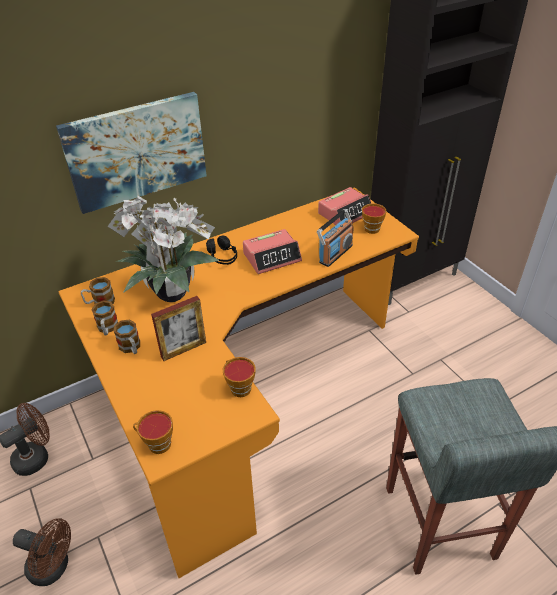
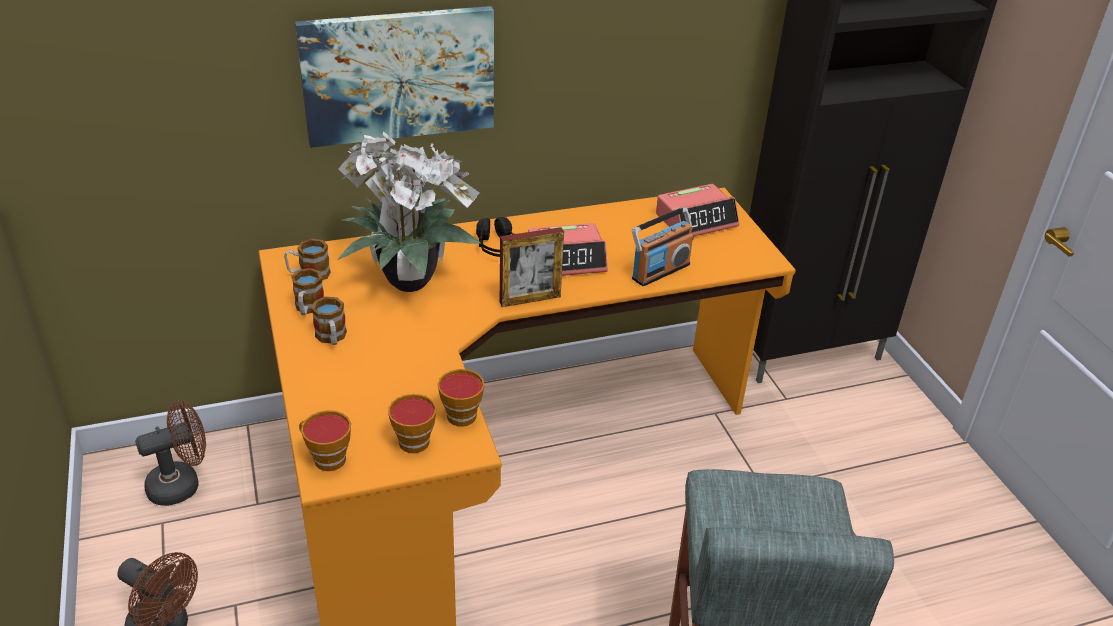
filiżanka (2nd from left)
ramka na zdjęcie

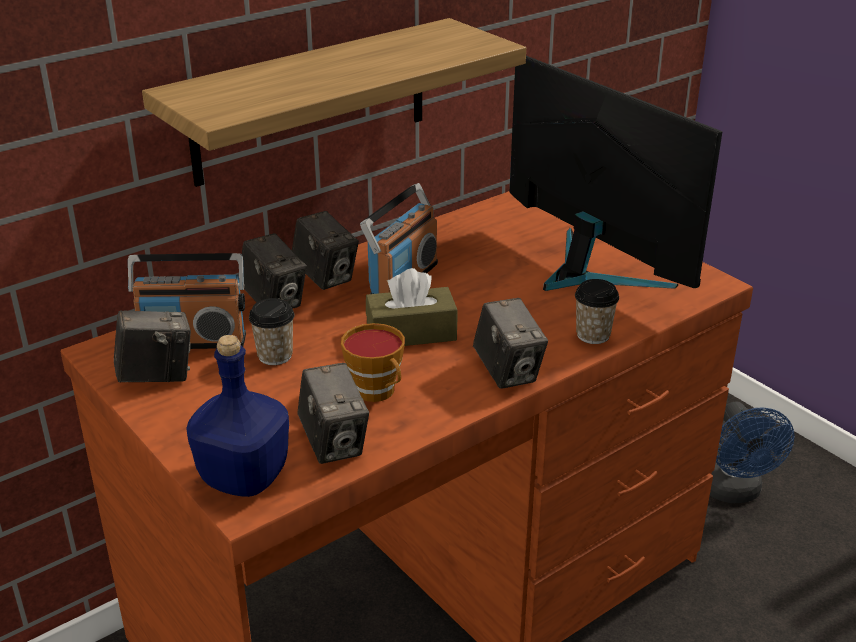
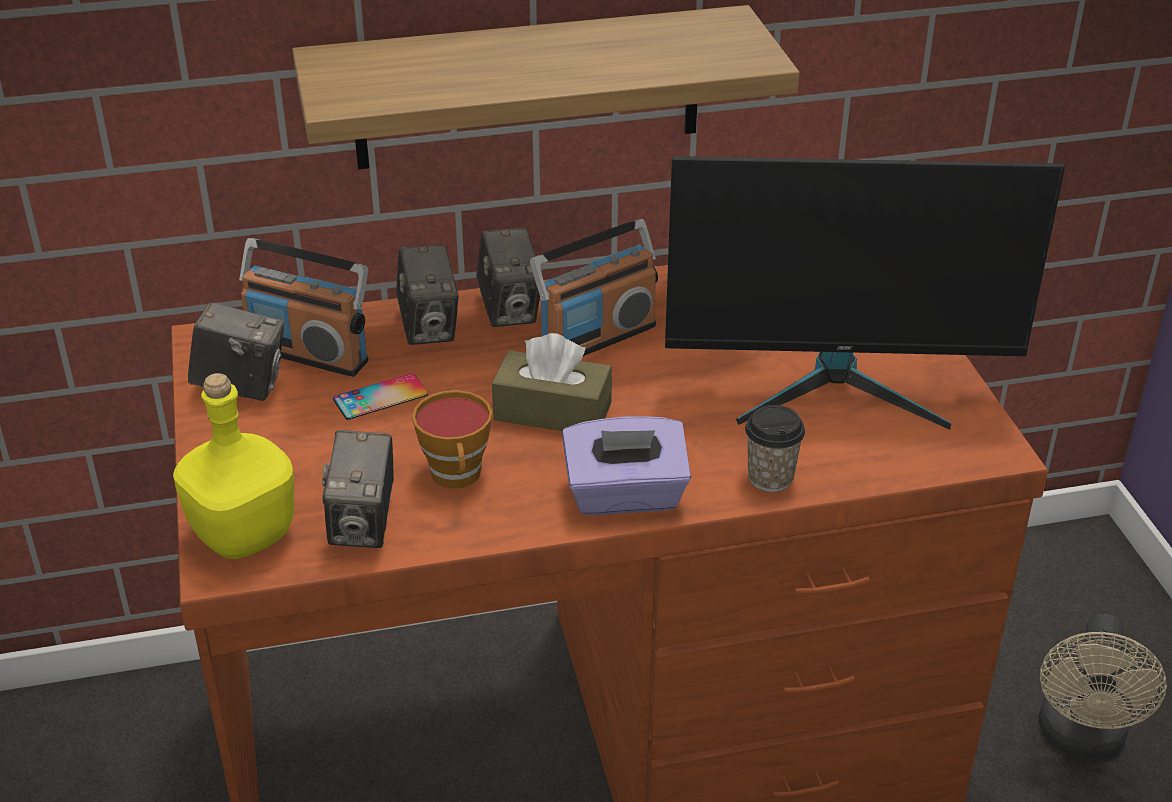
butelka/żółty
telefon
pudełko chusteczek/fioletowy
monitor
wentylator/beżowy

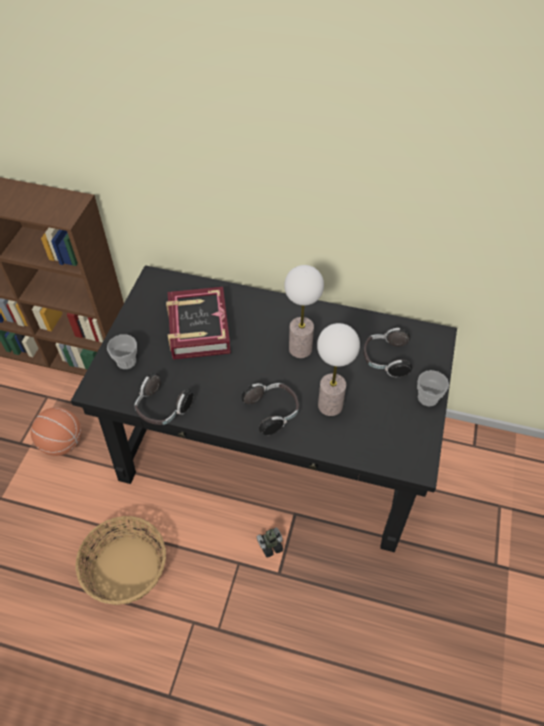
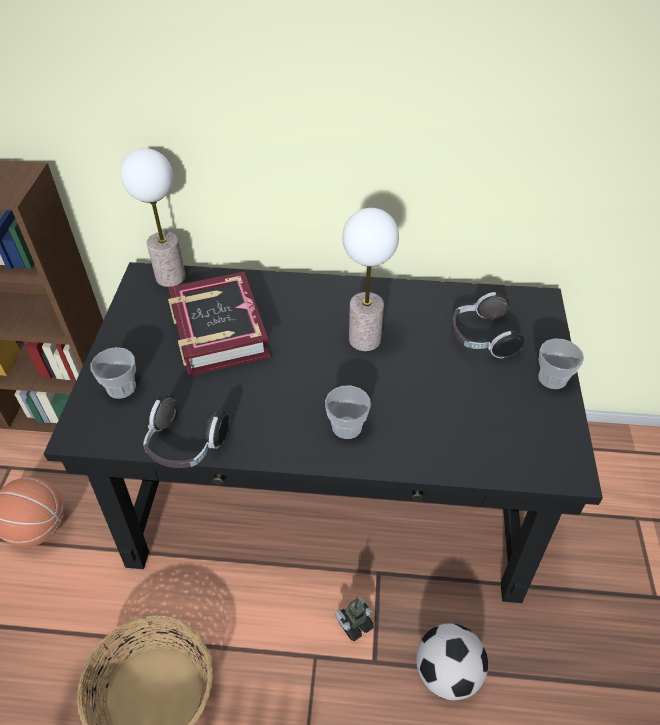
lampa stołowa (1st from left)
filiżanka (2nd from left)
piłka futbolowa

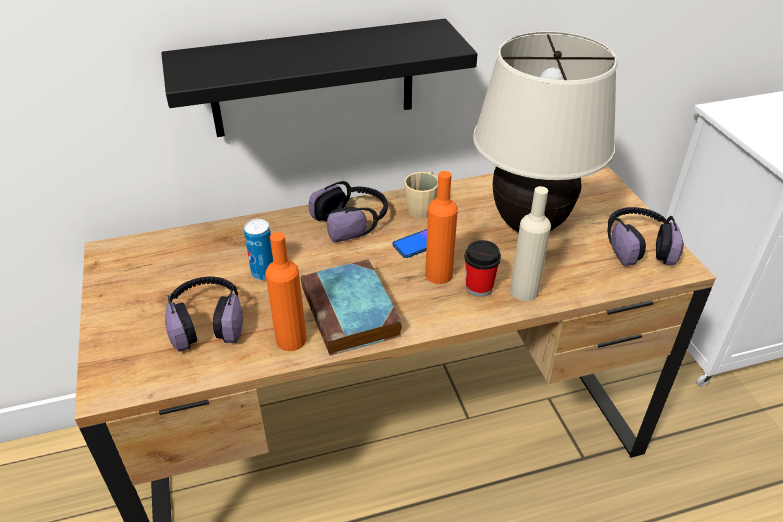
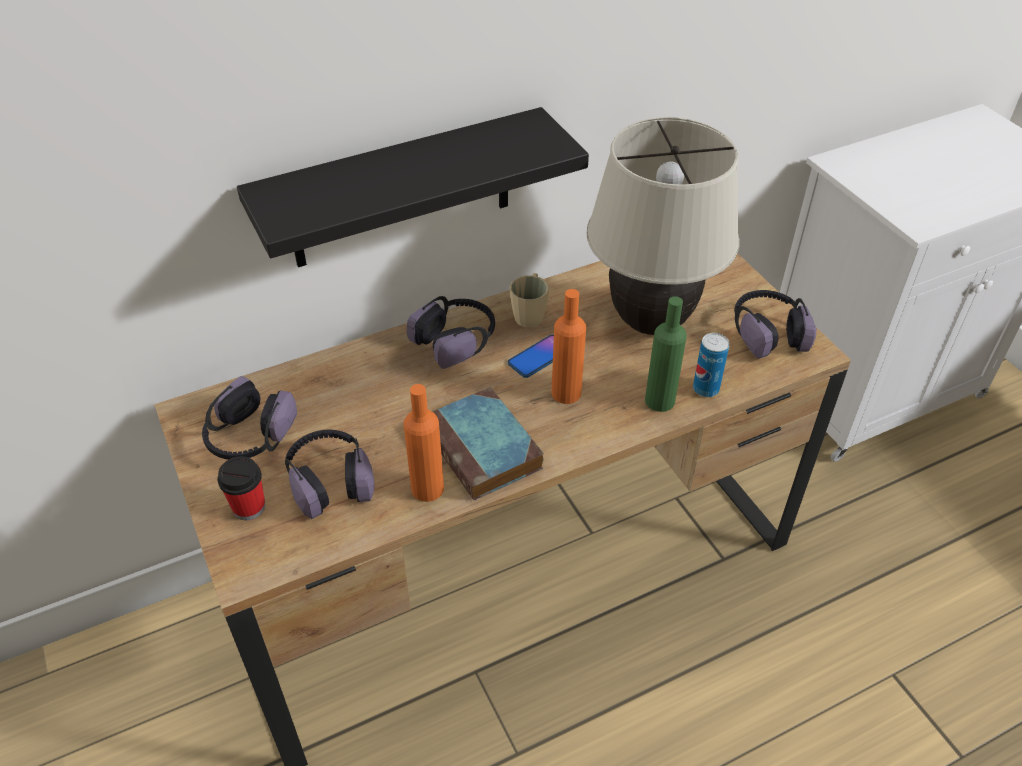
słuchawki (1st from left)
filiżanka
butelka/zielony
puszka

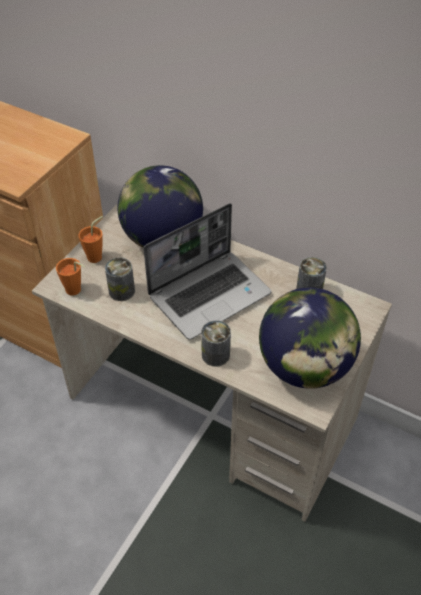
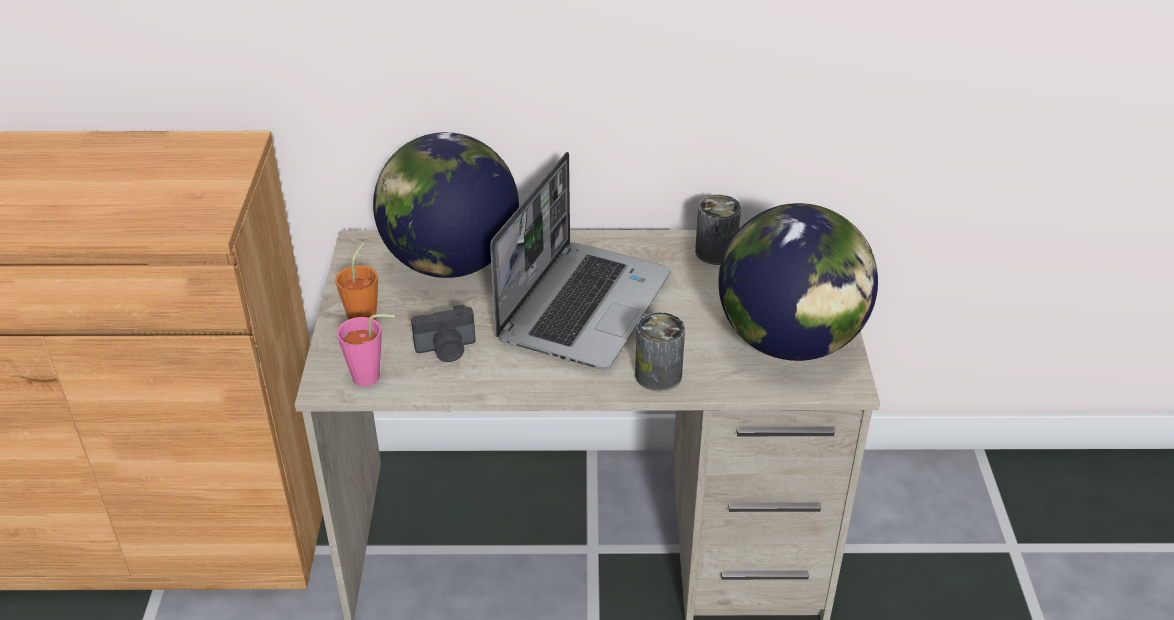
filiżanka/różowy
aparat fotograficzny

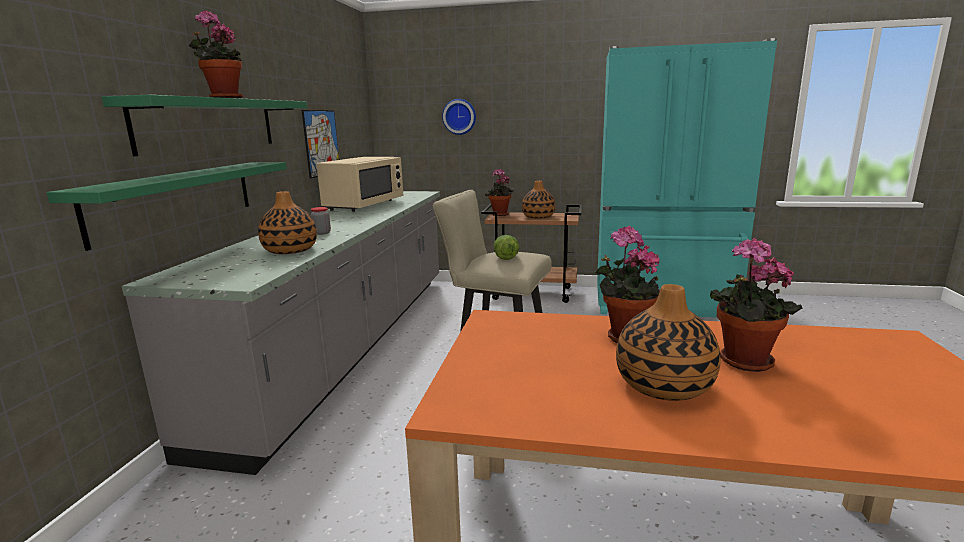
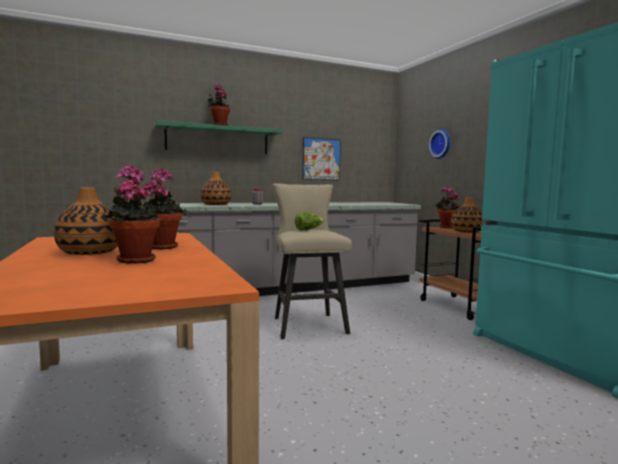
półka/zielony (1st from left in the first image)
mikrofalówka/beżowy

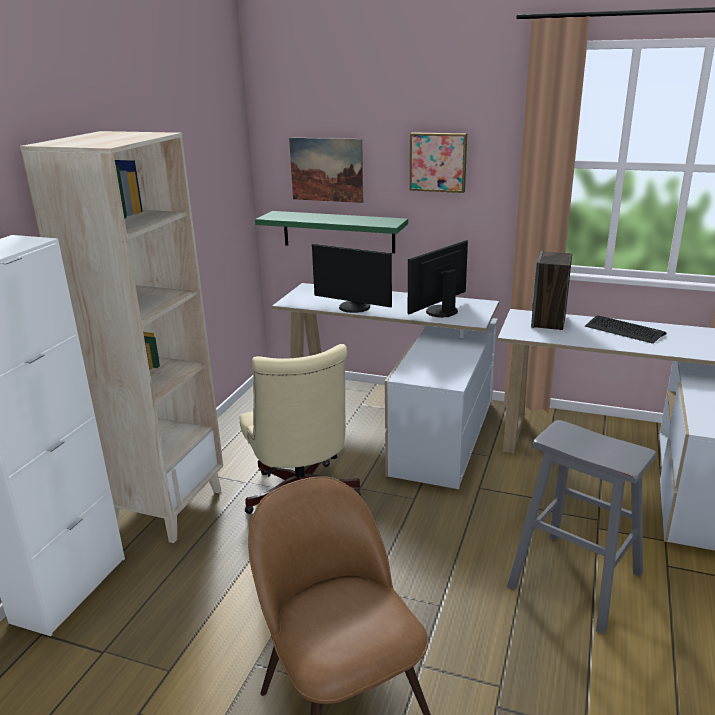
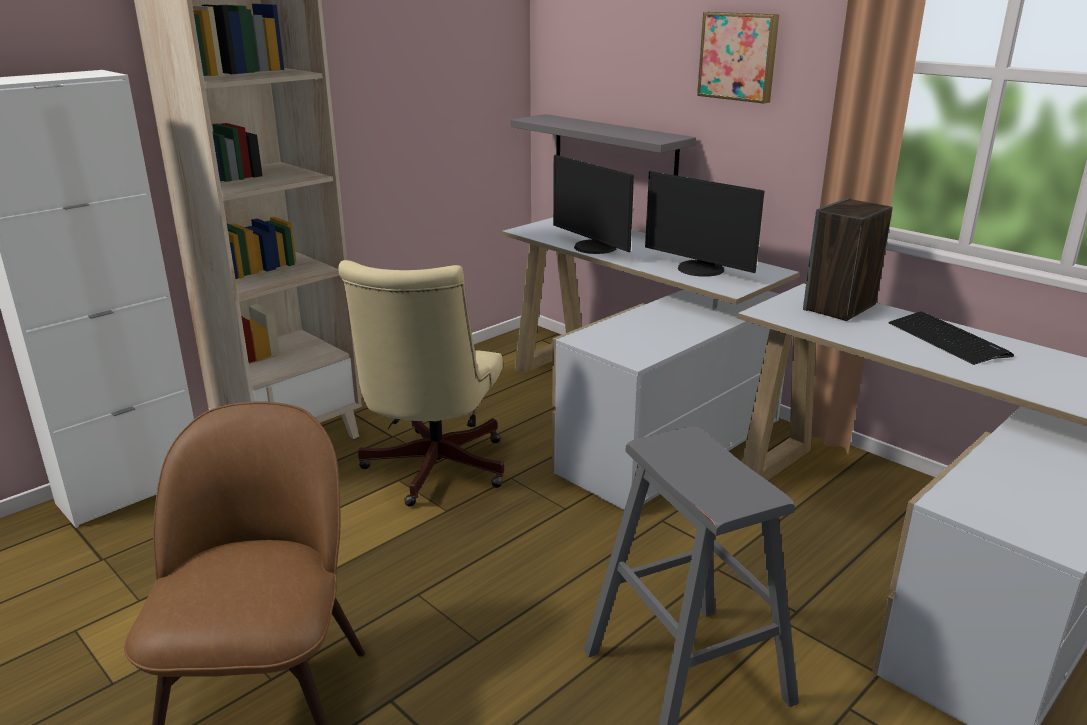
półka/szary
monitor (2nd from left)
obraz (1st from left in the first image)

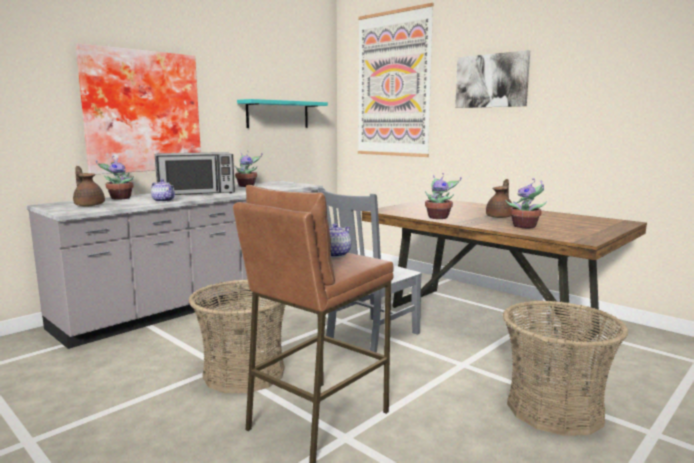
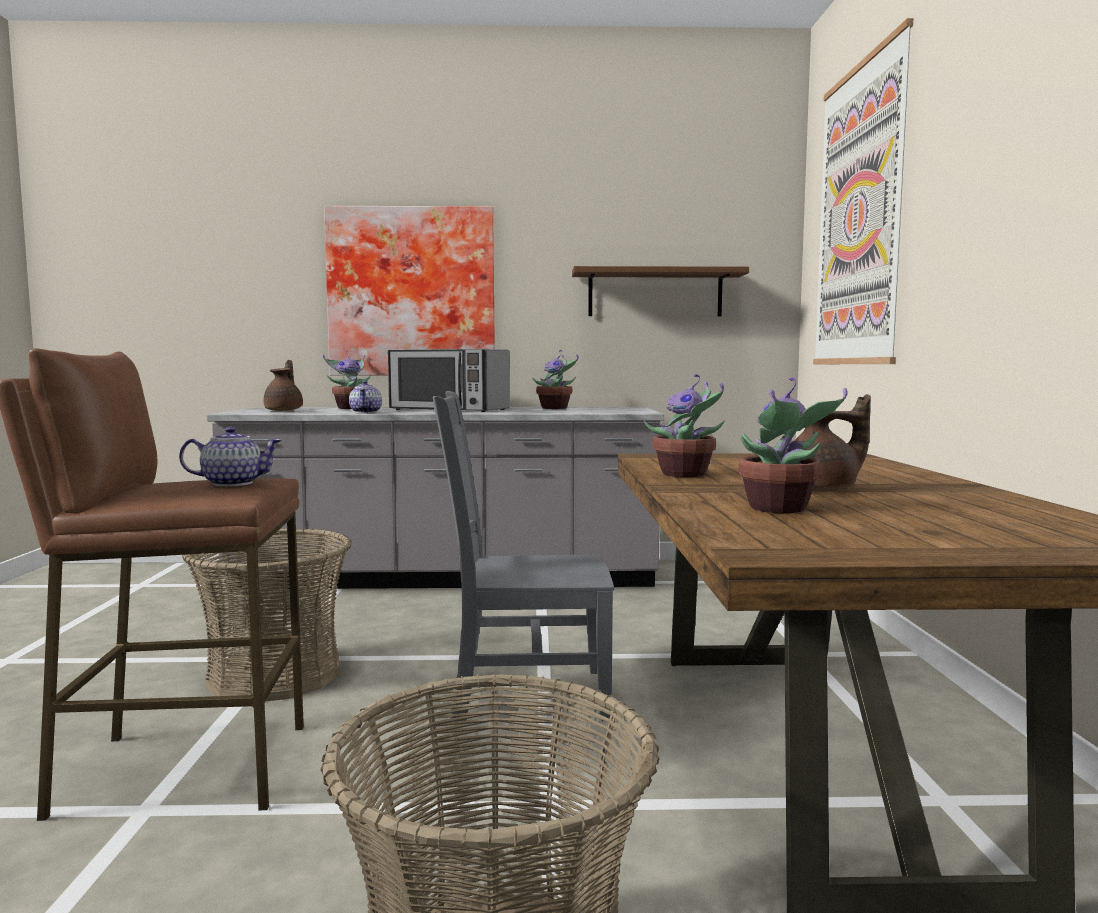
półka/brązowy
obraz (3rd from left in the first image)

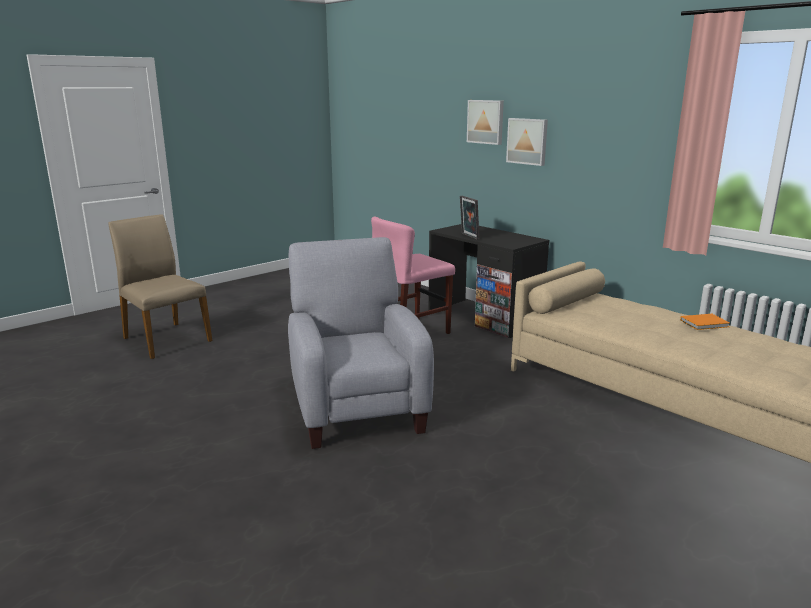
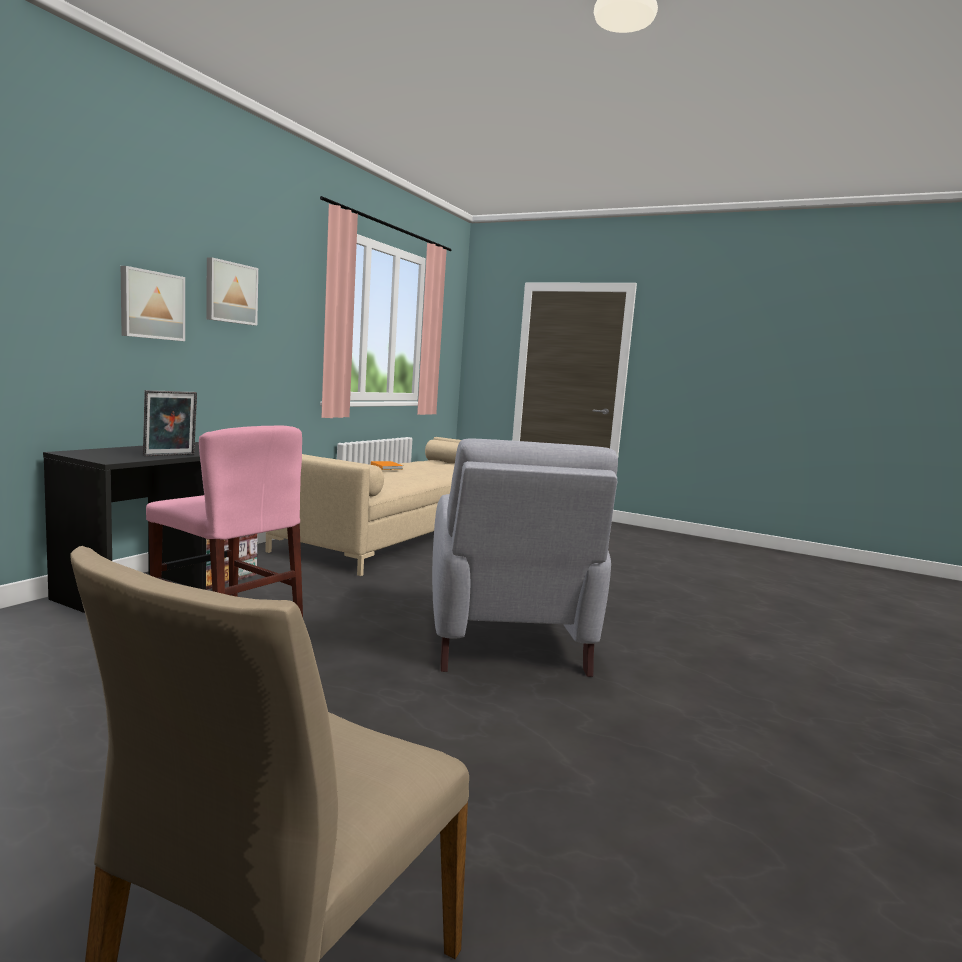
obraz (2nd from left)
fotel/szary

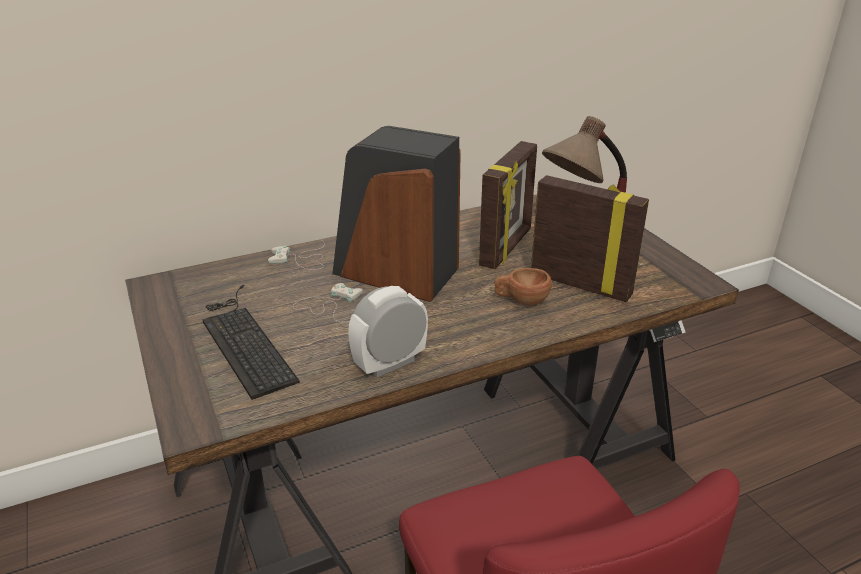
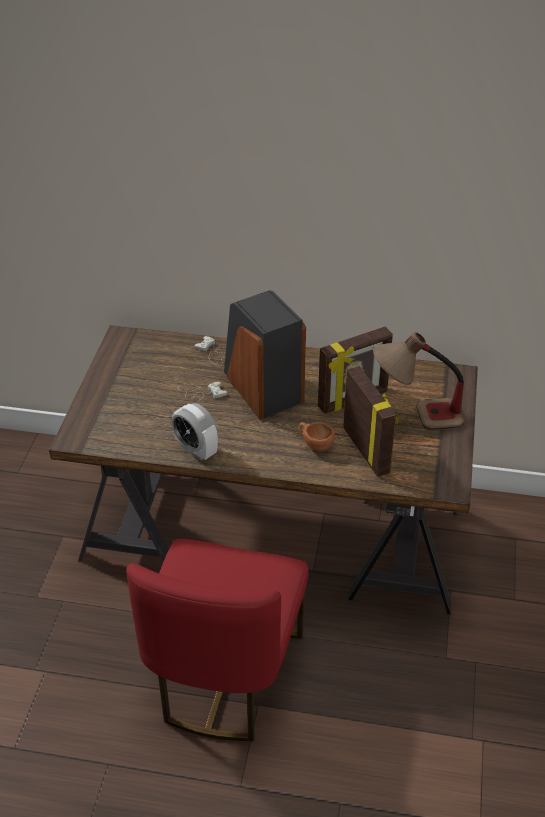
budzik
klawiatura

